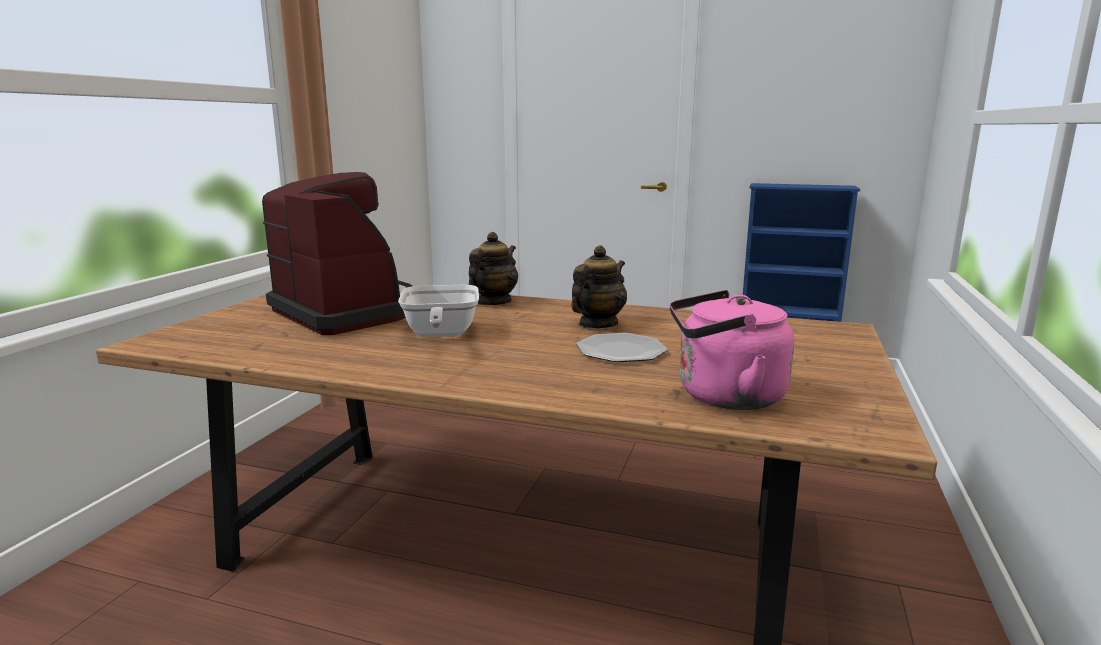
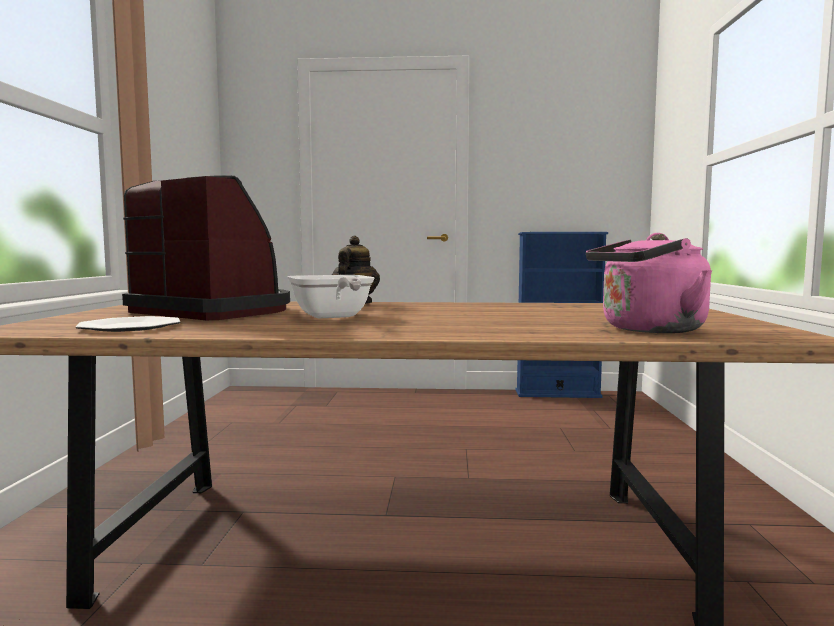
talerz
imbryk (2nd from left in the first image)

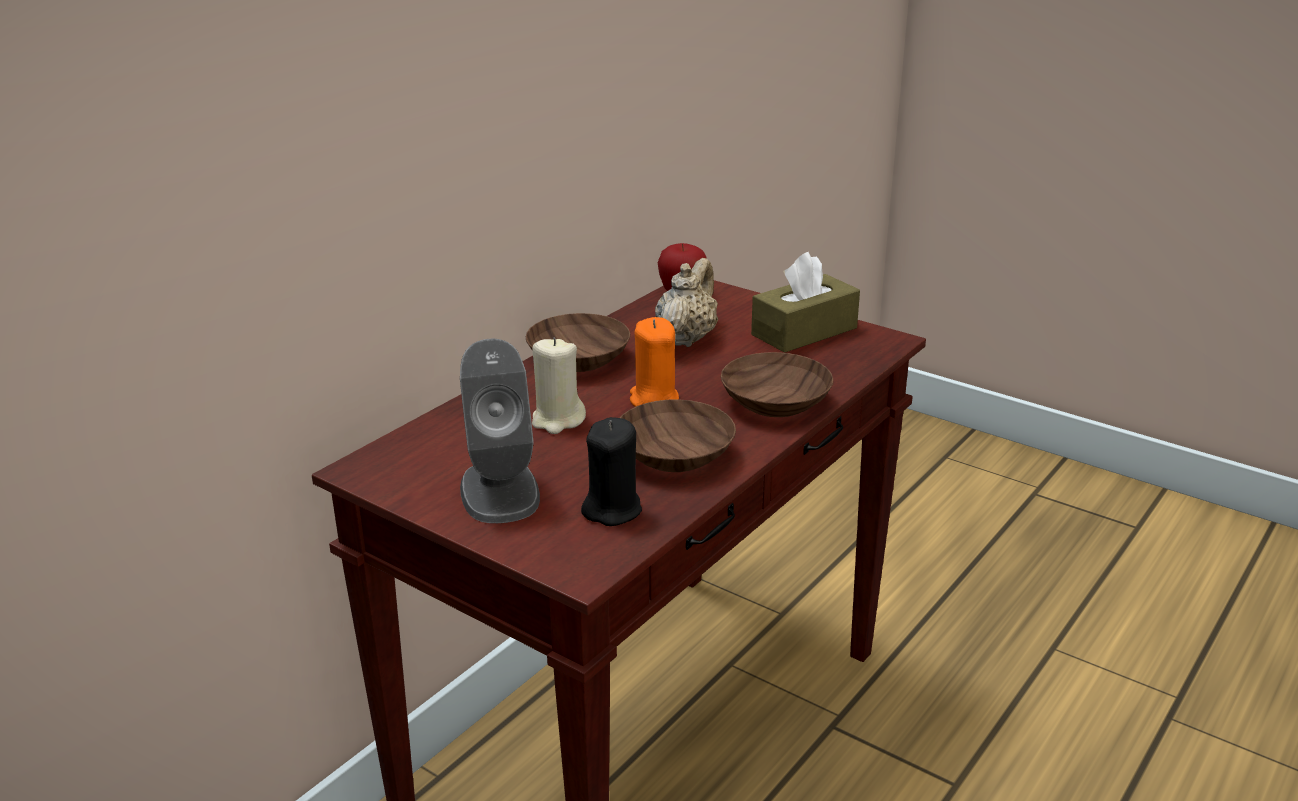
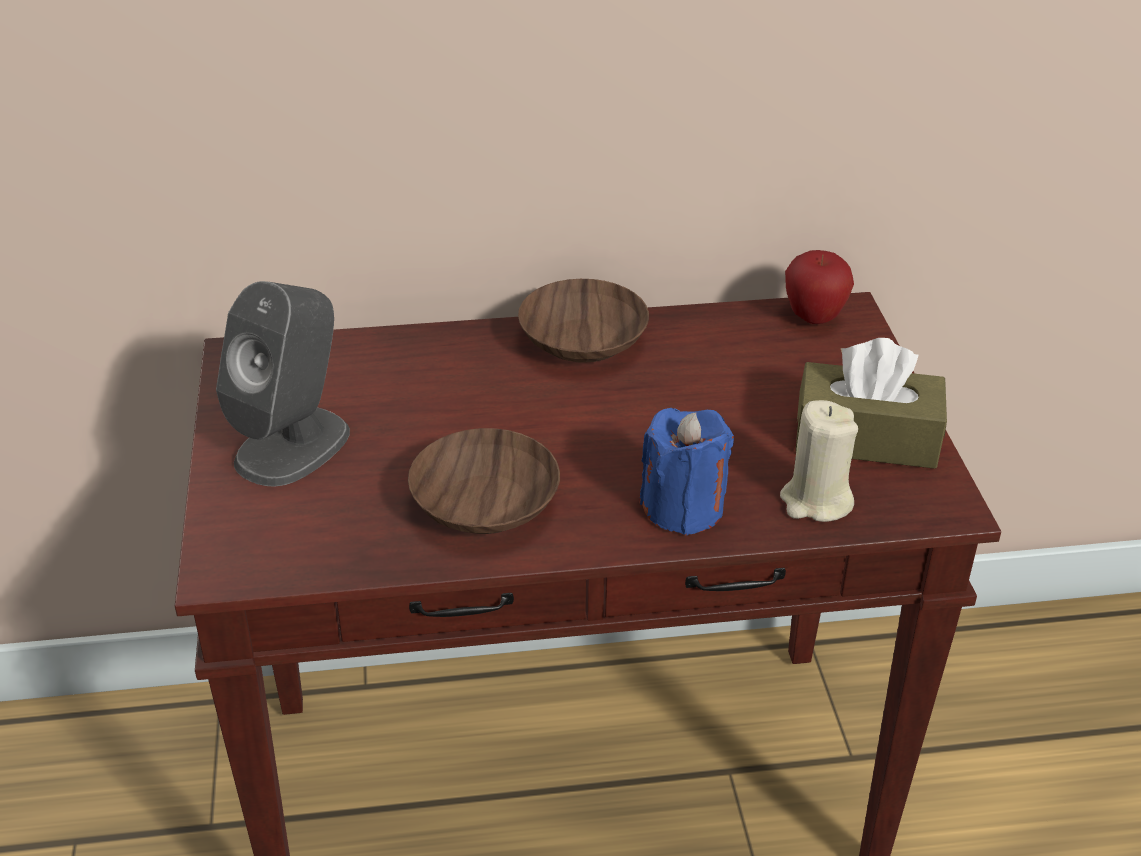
świeca/niebieski
świeca/beżowy
świeca/czarny
świeca/pomarańczowy
imbryk/beżowy

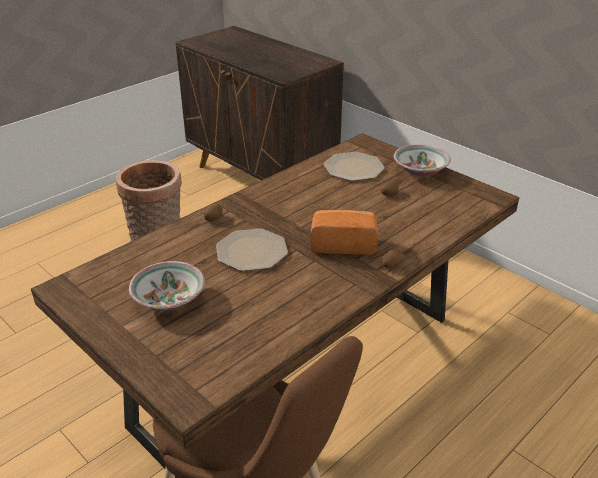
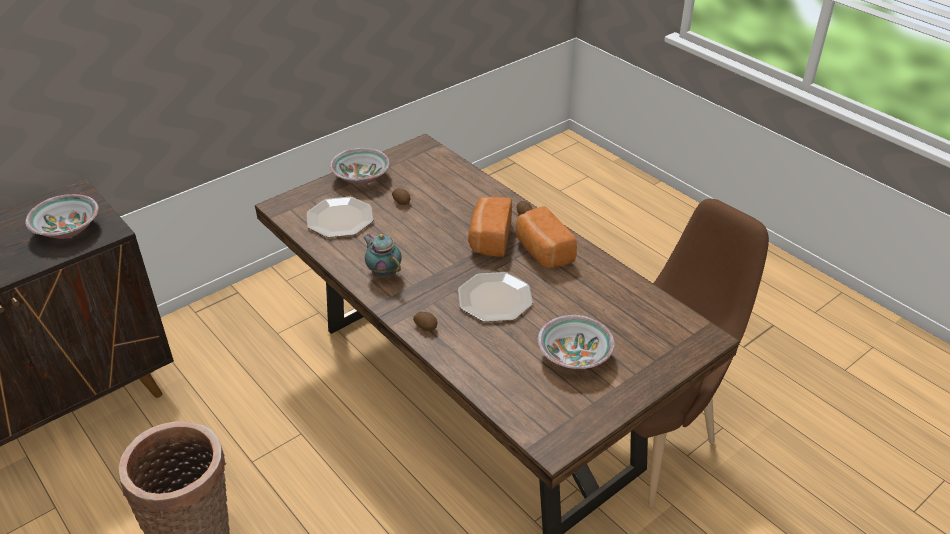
miska (1st from left)
imbryk
chleb (2nd from left)

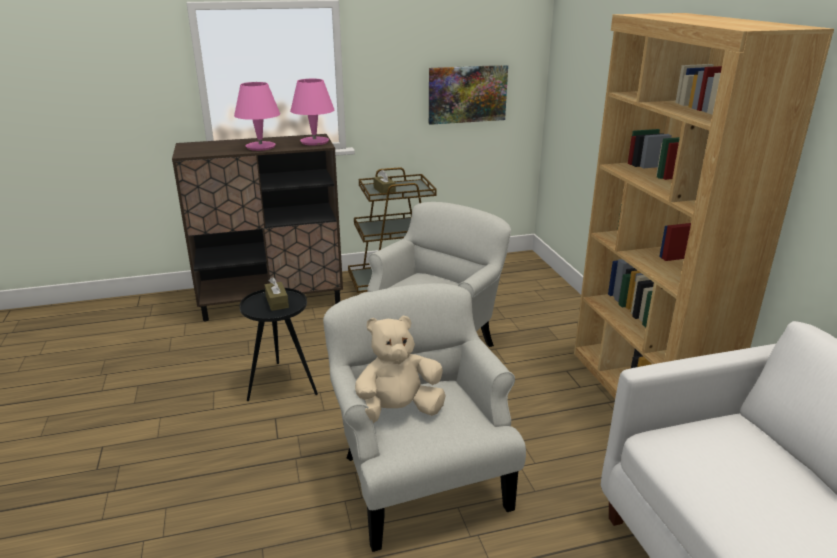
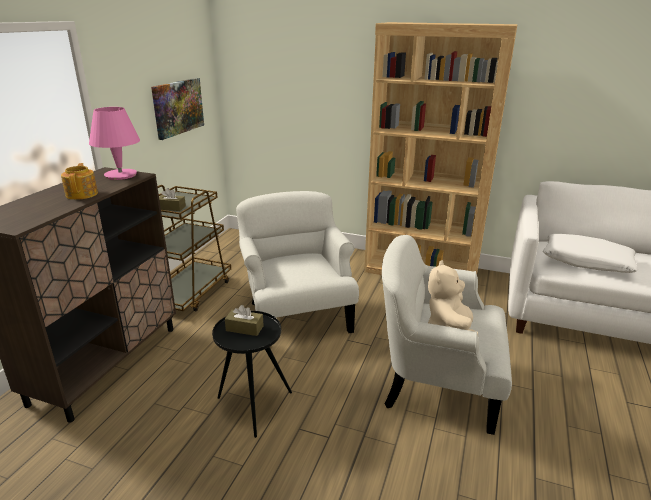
imbryk
poduszka/biały

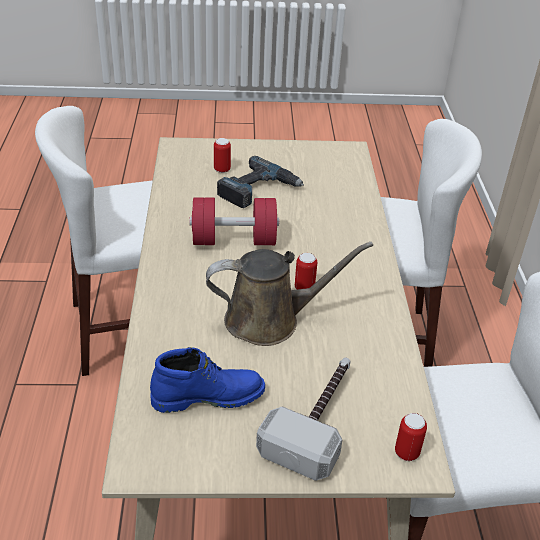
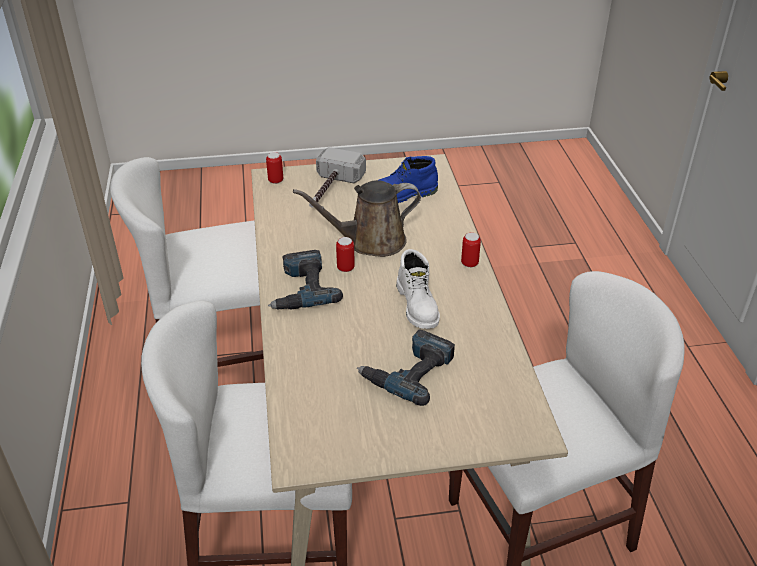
wiertarka (1st from left)
but z cholewką/biały
puszka (3rd from left)

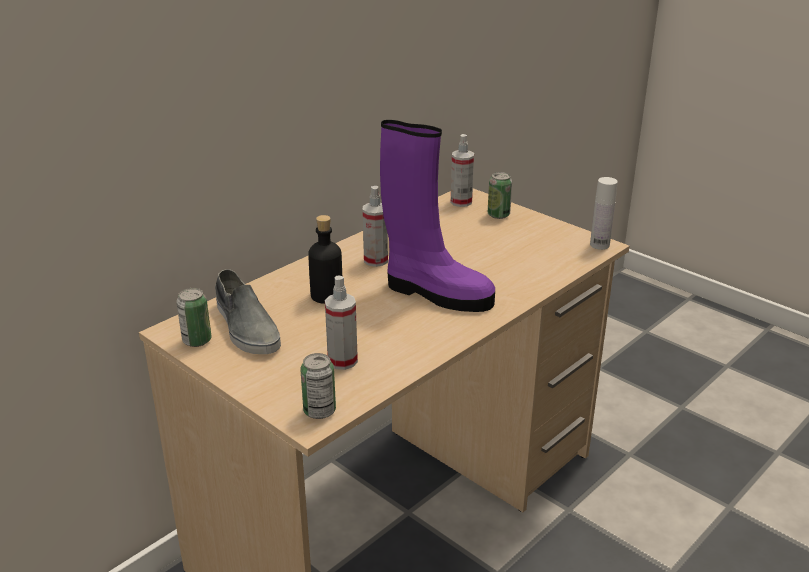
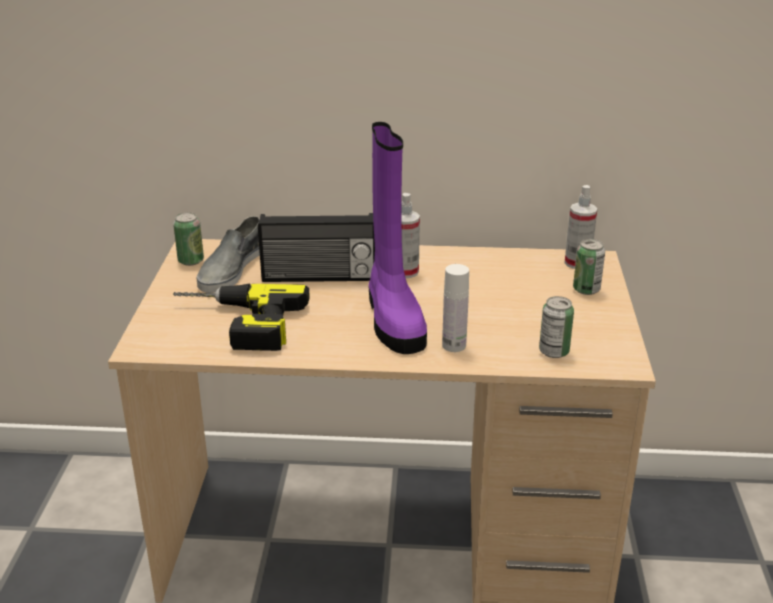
wiertarka
radio
butelka/biały
puszka (2nd from left)

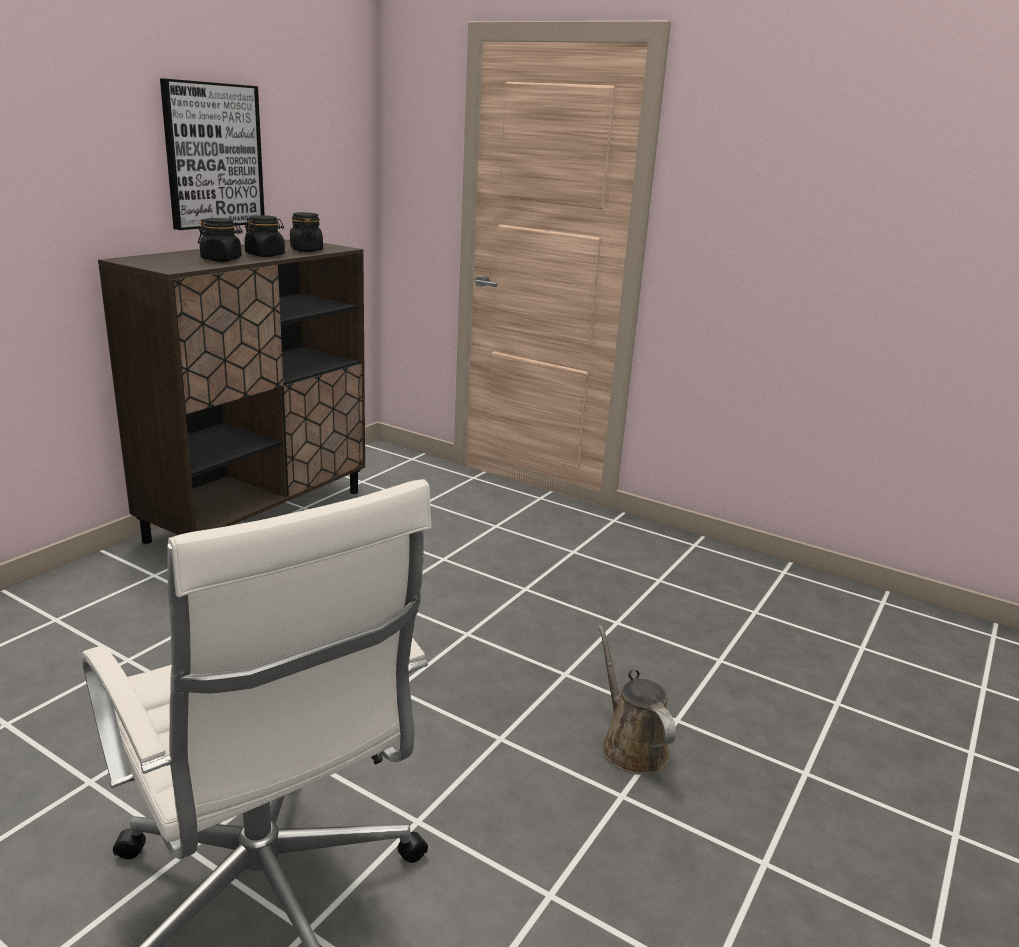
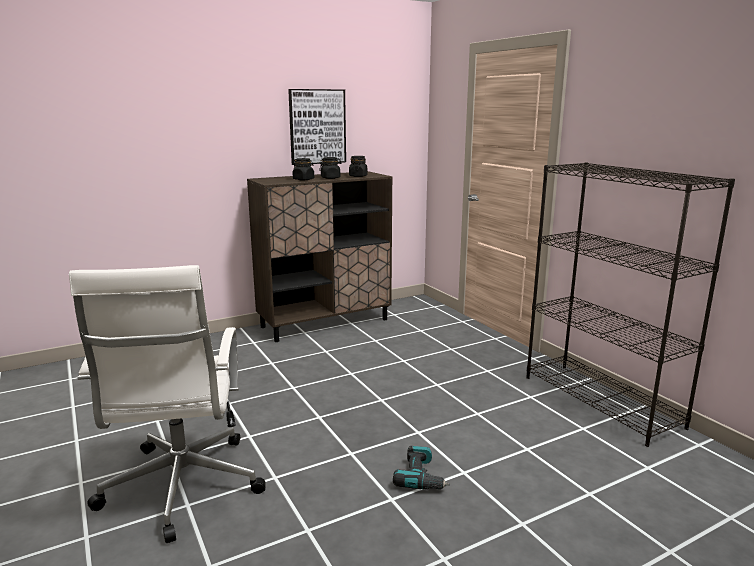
wiertarka
regał/czarny

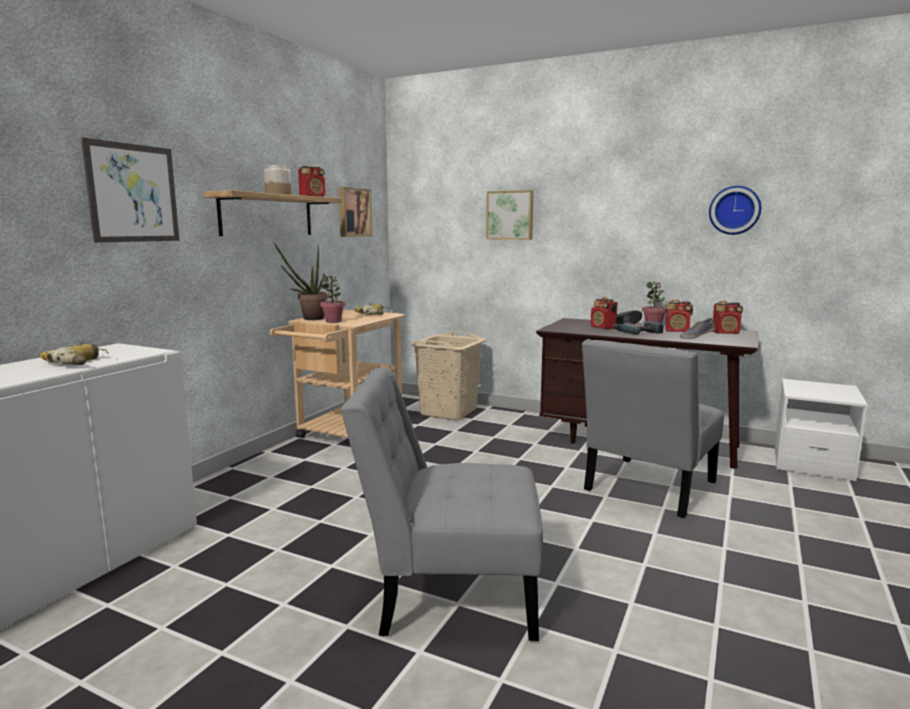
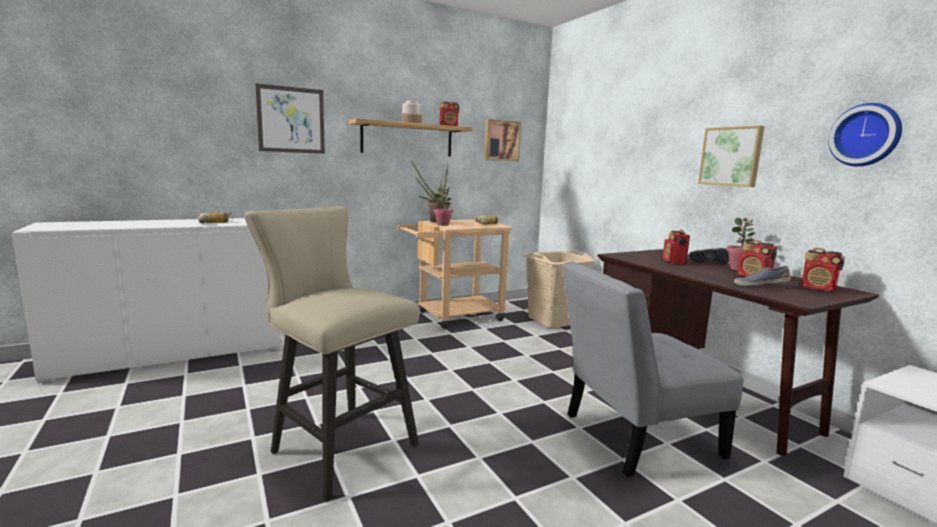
stołek/beżowy
obraz (3rd from left)
wiertarka (3rd from left in the first image)

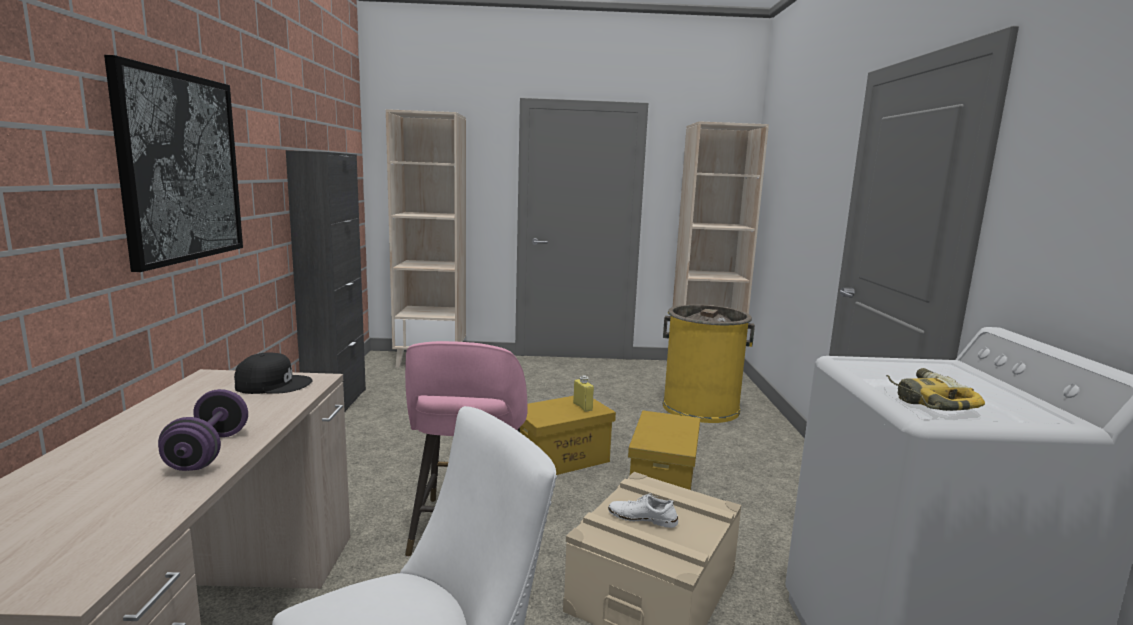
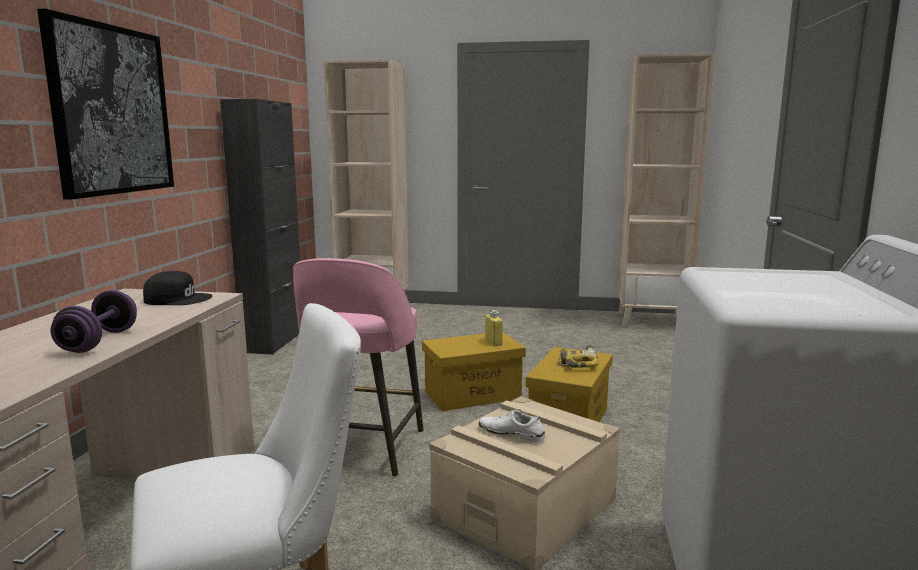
wiertarka
kosz na śmieci/żółty

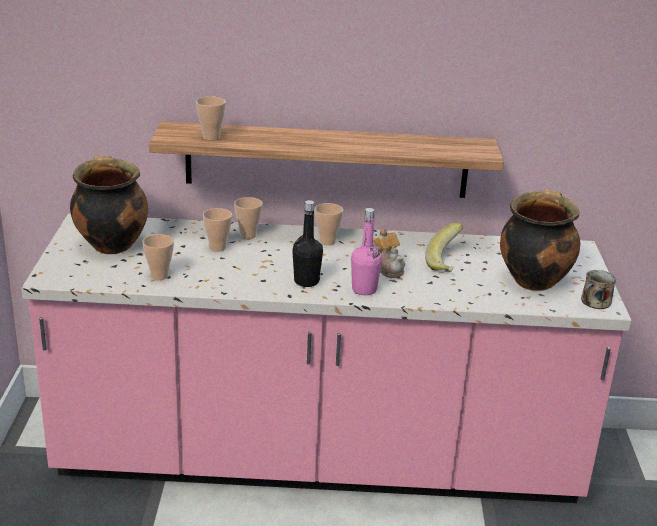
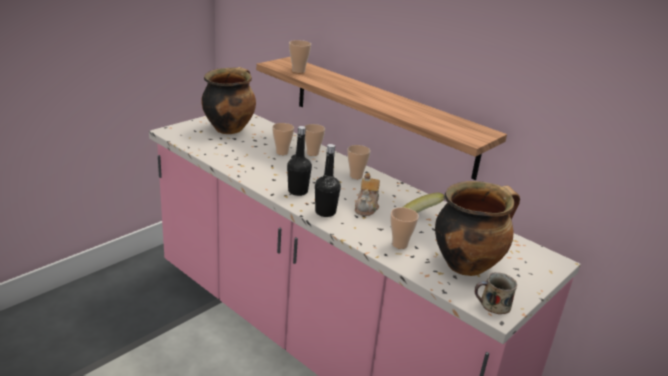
butelka/czarny (2nd from left)
filiżanka (5th from left)

